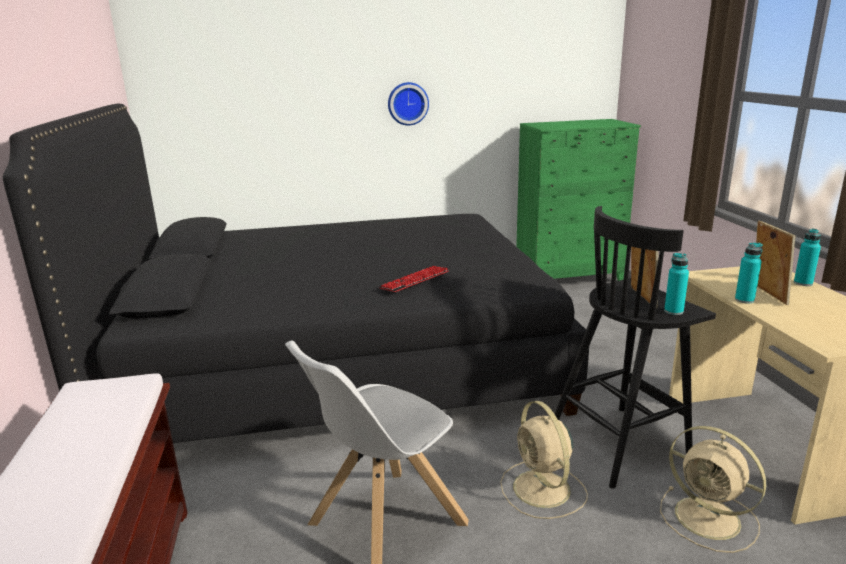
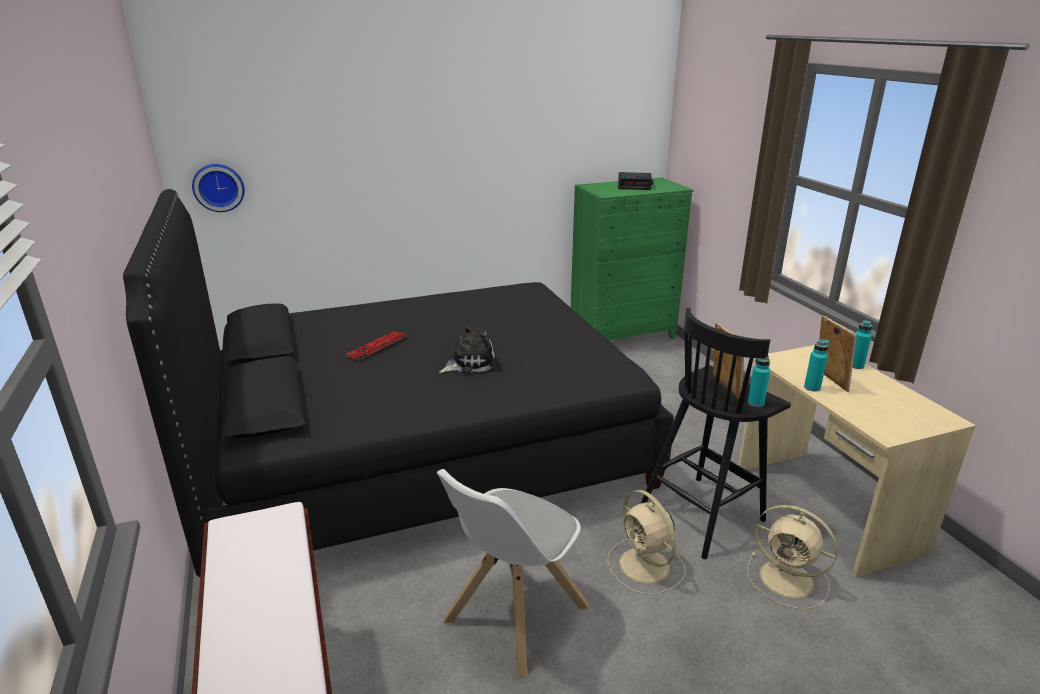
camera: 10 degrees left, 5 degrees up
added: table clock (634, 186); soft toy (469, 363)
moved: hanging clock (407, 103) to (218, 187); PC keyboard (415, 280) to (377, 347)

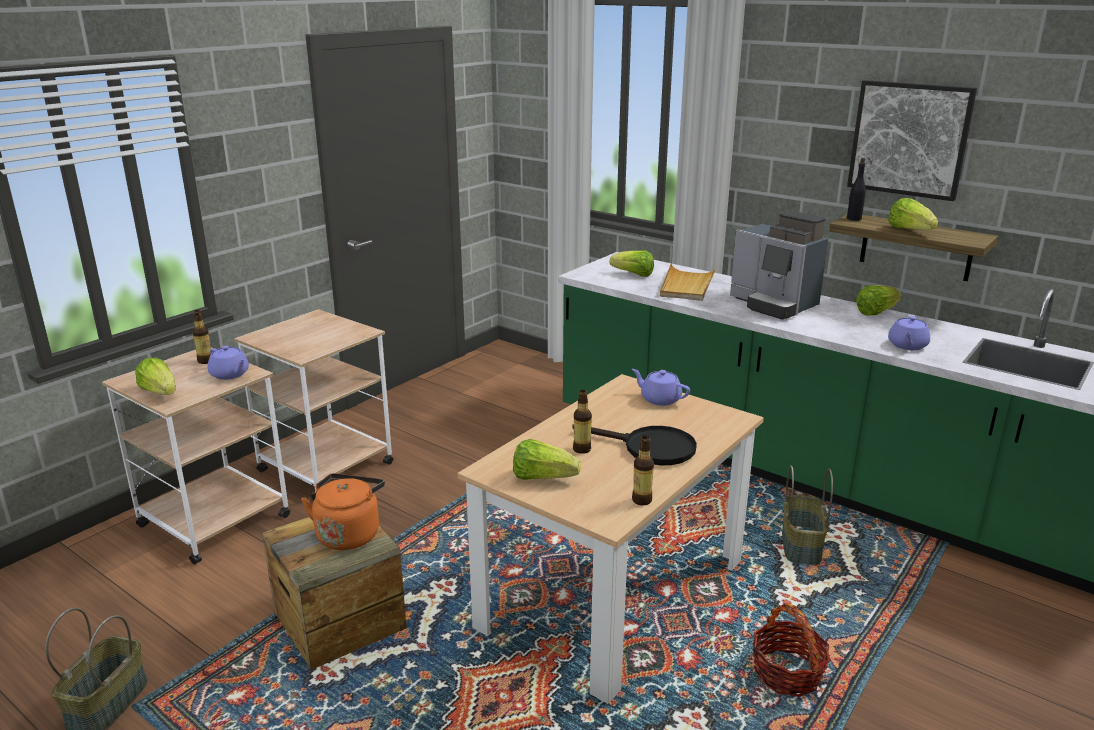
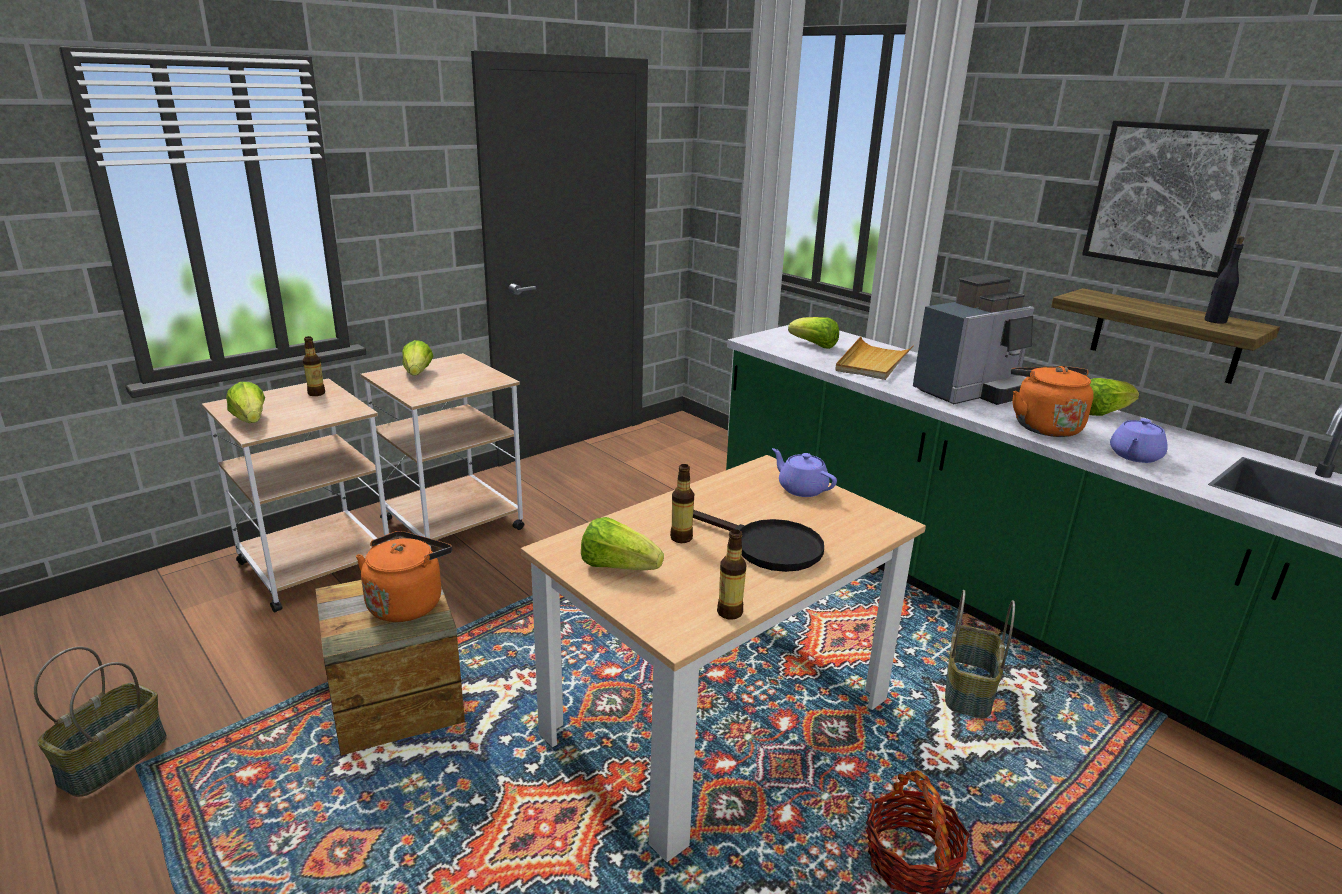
camera: 10 degrees right, 0 degrees up
removed: pot for tea (purple) (230, 374)
added: kettle (orangey) (1043, 426)
moved: drink bottle (black-coloured) (853, 219) to (1215, 321); lettuce (910, 230) to (418, 374)
turned: coffee machine (774, 304) = (972, 392) 90 degrees counterclockwise

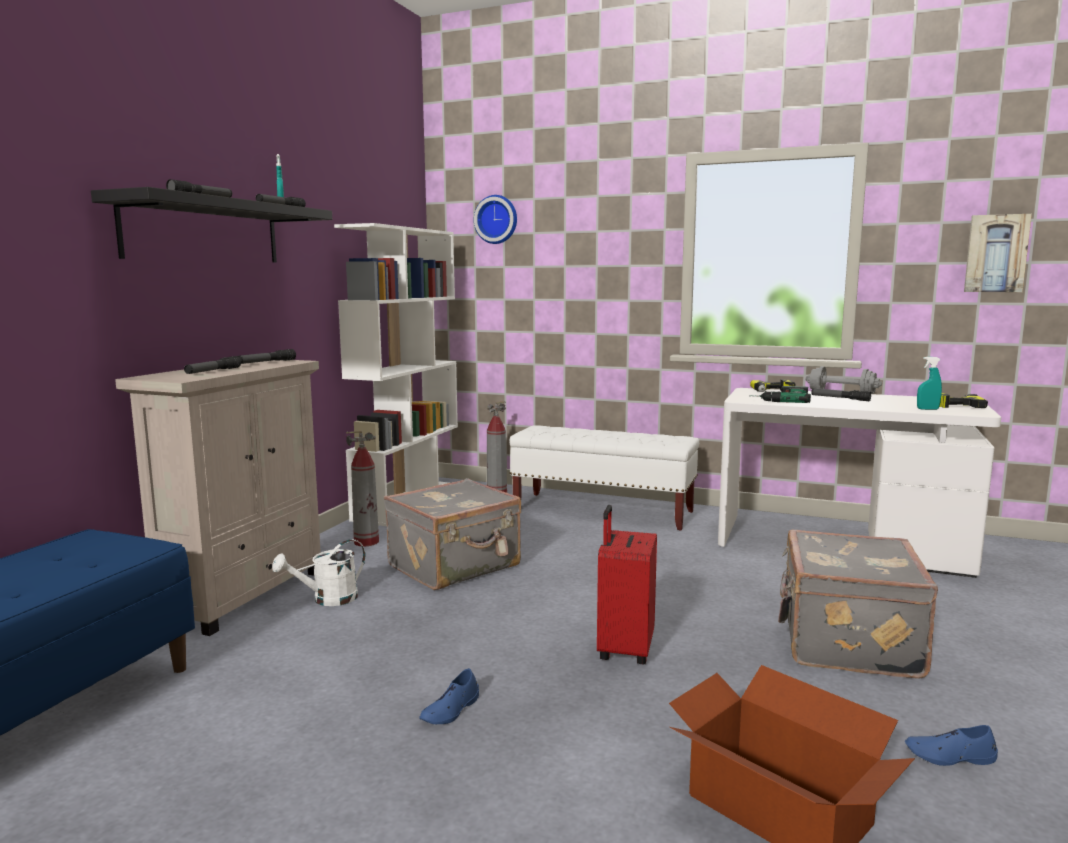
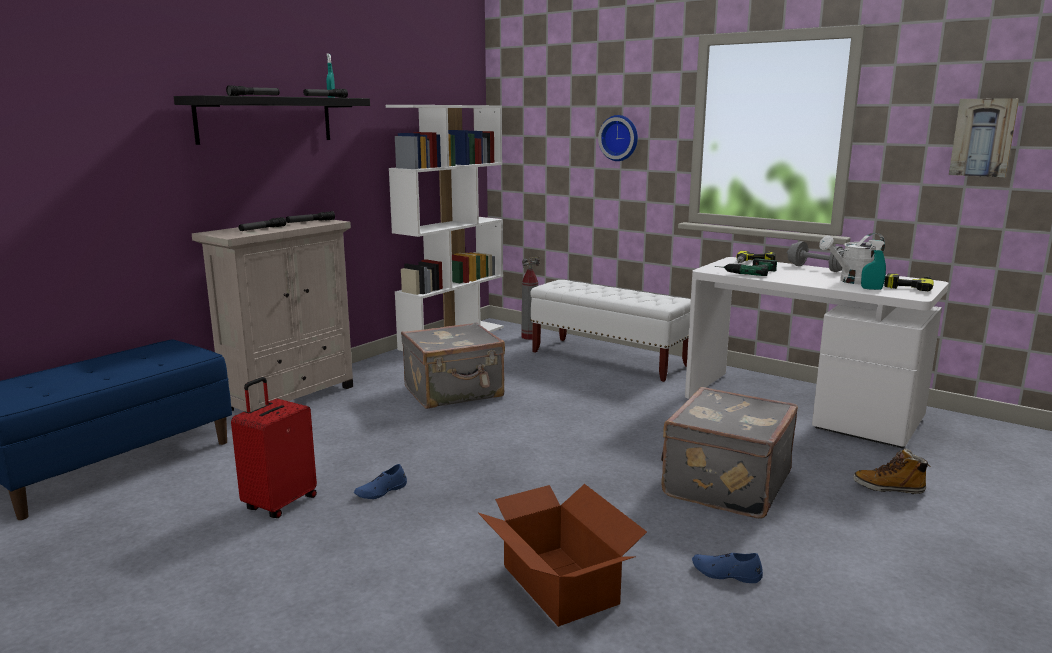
camera: 15 degrees right, 5 degrees up
removed: hand torch (840, 398); extinguisher (366, 542)
added: high-top boot (888, 488)
moved: hanging clock (497, 219) to (619, 138); piece of luggage (red-coloured) (624, 649) to (279, 503); sprinkling can (white-coloured) (327, 600) to (852, 281)

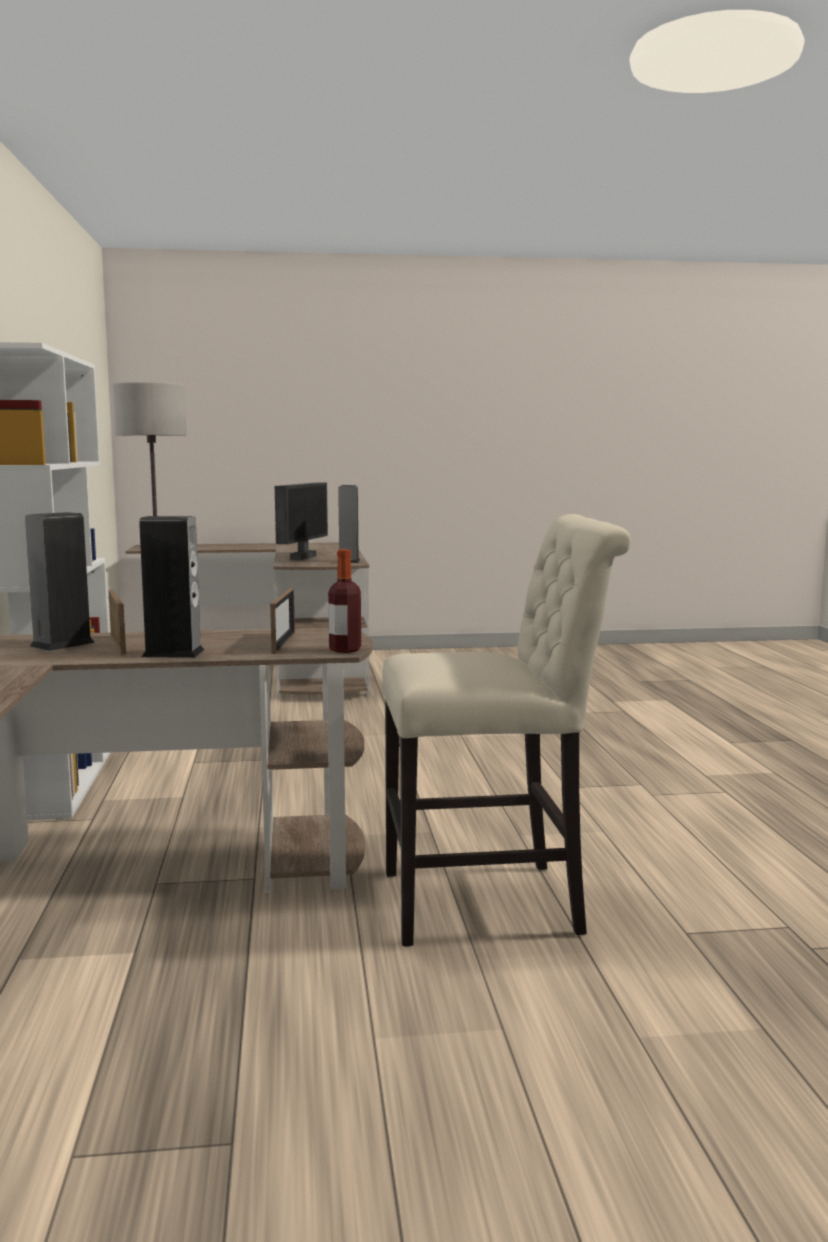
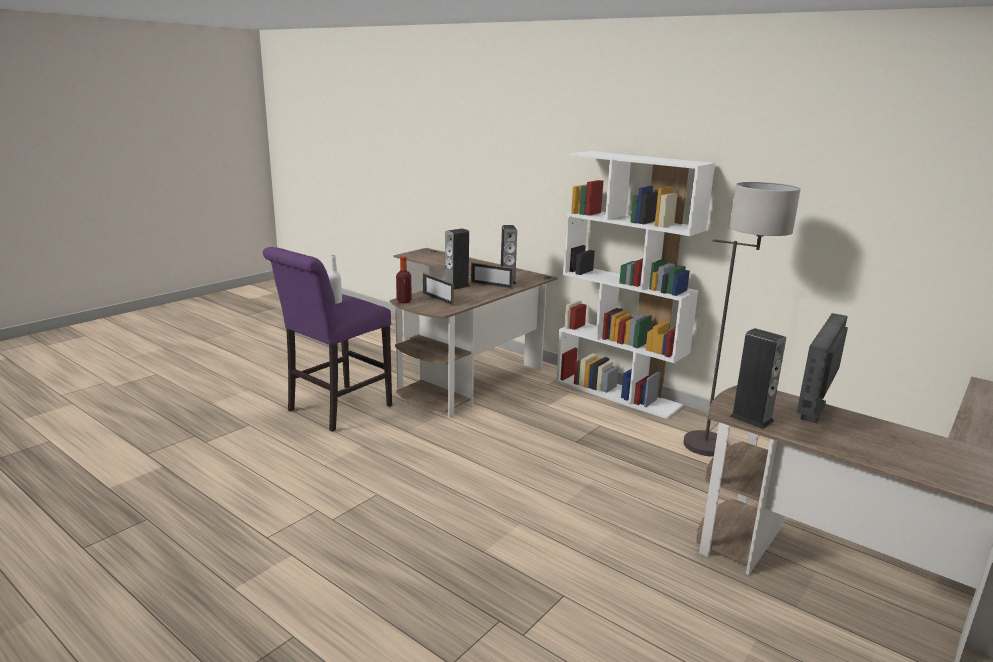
camera: 135 degrees right, 10 degrees up
added: drink bottle (white-coloured) (335, 302)
recoloured: stool (sand-coloured) (494, 903) to stool (purple) (335, 410)
turned: monitor (301, 557) = (814, 413) 60 degrees clockwise

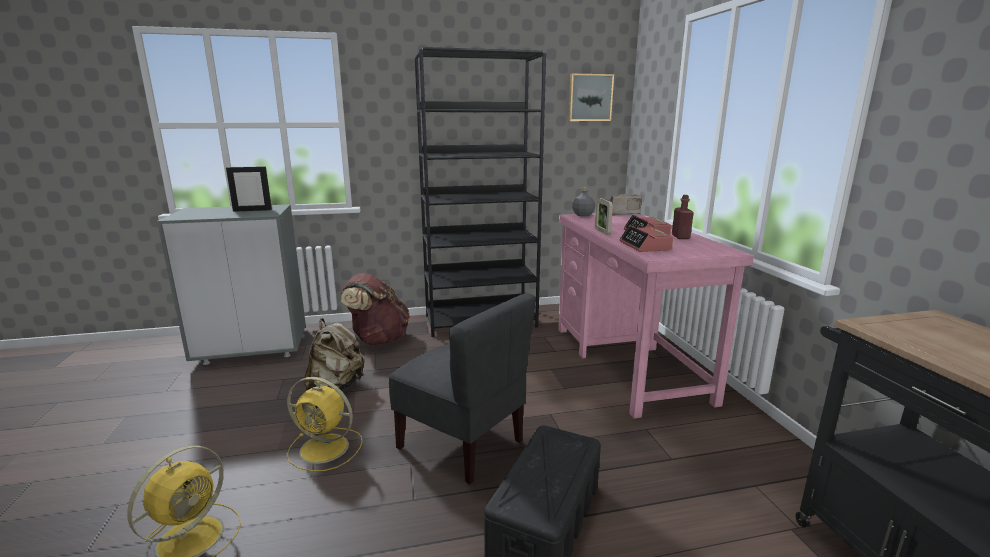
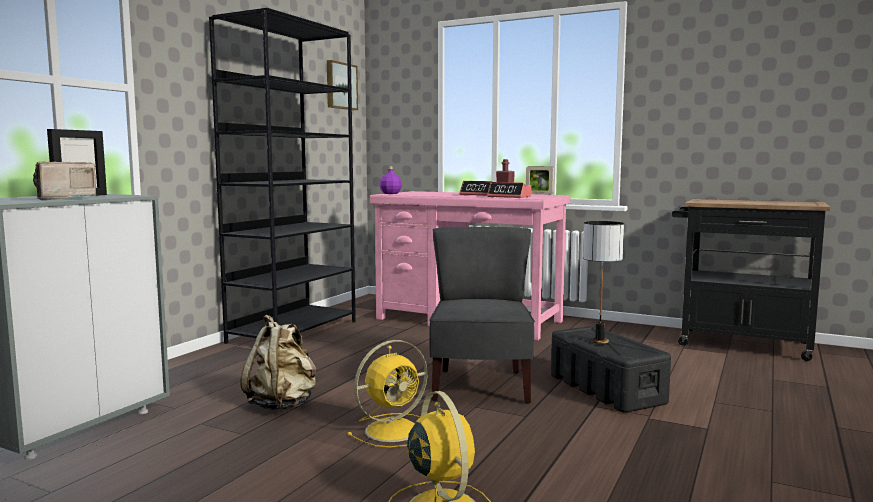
camera: 50 degrees left, 10 degrees down
removed: rucksack (brown-coloured) (378, 339)
added: table lamp (599, 341)
moved: radio receiver (622, 214) to (62, 198); photo frame (602, 232) to (539, 194)
recoloured: drink bottle (gray) (583, 215) to drink bottle (purple) (390, 193)
turned: chair (gray) (462, 444) = (480, 386) 75 degrees counterclockwise

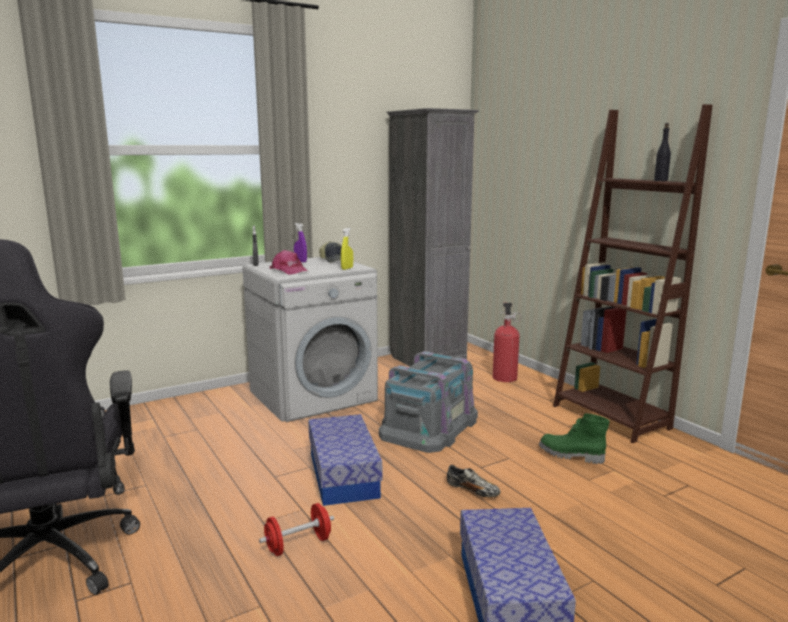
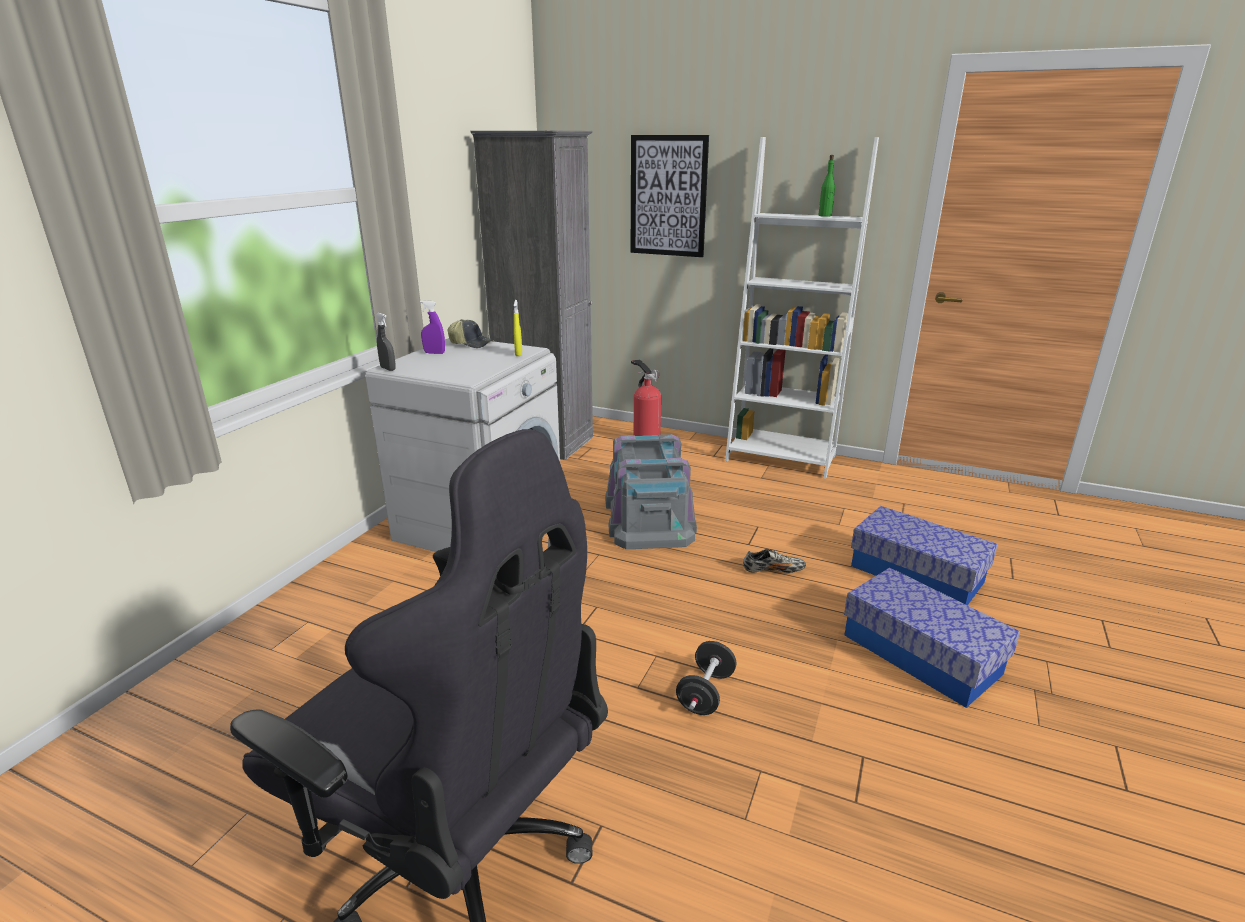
camera: 35 degrees left, 10 degrees up
removed: peaked cap (pinkish) (289, 270); high-top boot (green-coloured) (571, 455)
added: wall art (668, 196)
moved: storage bin (343, 475) to (916, 574)
recoloured: shelving unit (brown-coloured) (611, 417) to shelving unit (white-coloured) (780, 458); drink bottle (black-coloured) (660, 180) to drink bottle (green-coloured) (825, 216); hand weight (red-coloured) (298, 545) to hand weight (black-coloured) (705, 693)

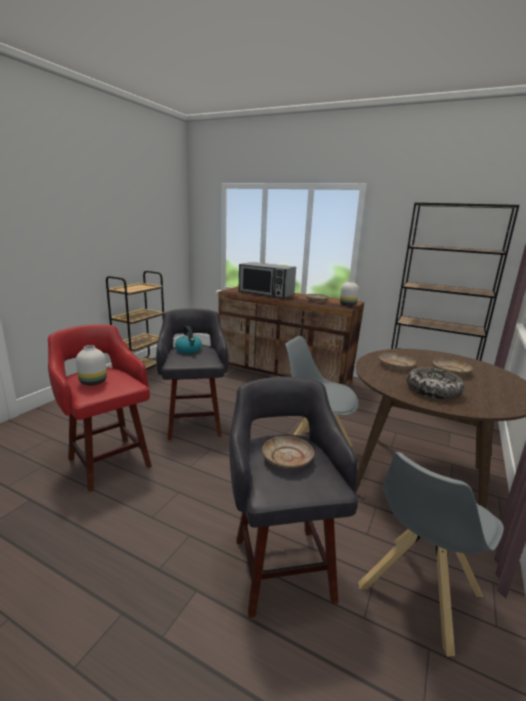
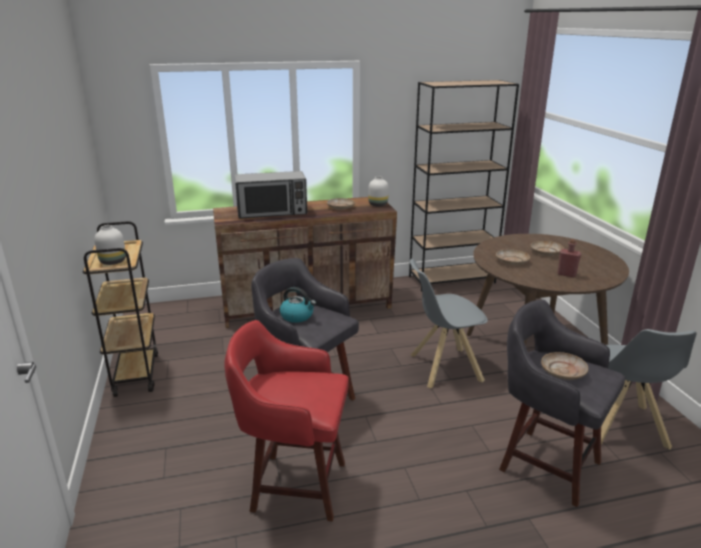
camera: 40 degrees left, 5 degrees up
moved: flower vase (white-coloured) (92, 382) to (112, 262)
replaced: bowl (432, 390) to drink bottle (red-coloured) (566, 274)

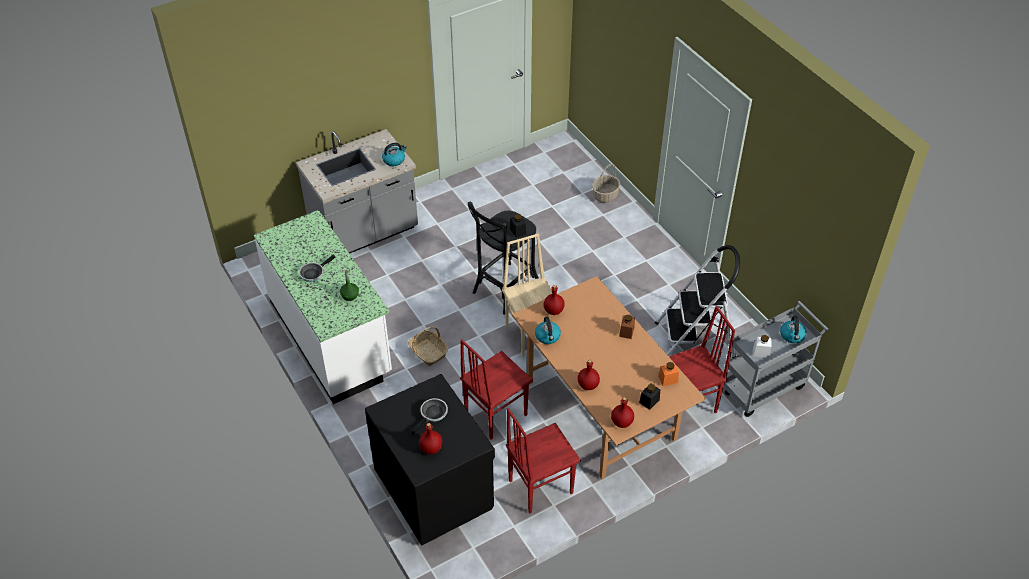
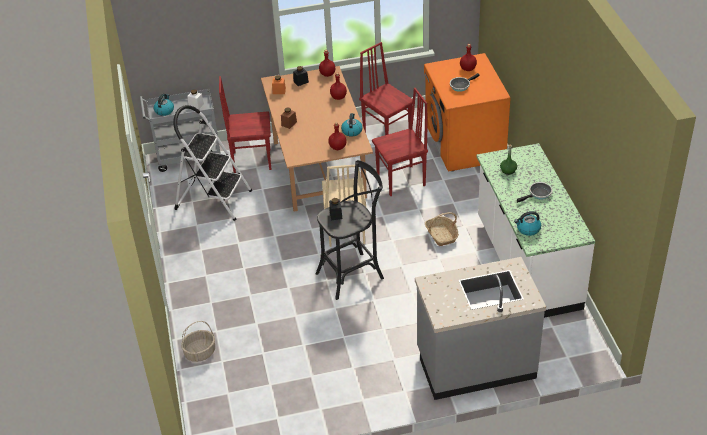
camera: 160 degrees left, 5 degrees down
moved: kettle (394, 160) to (528, 229)
recoloured: washing machine (black-coloured) (434, 488) to washing machine (orangey) (463, 145)
turned: chair (red-coloured) (539, 486) = (387, 134) 120 degrees counterclockwise

